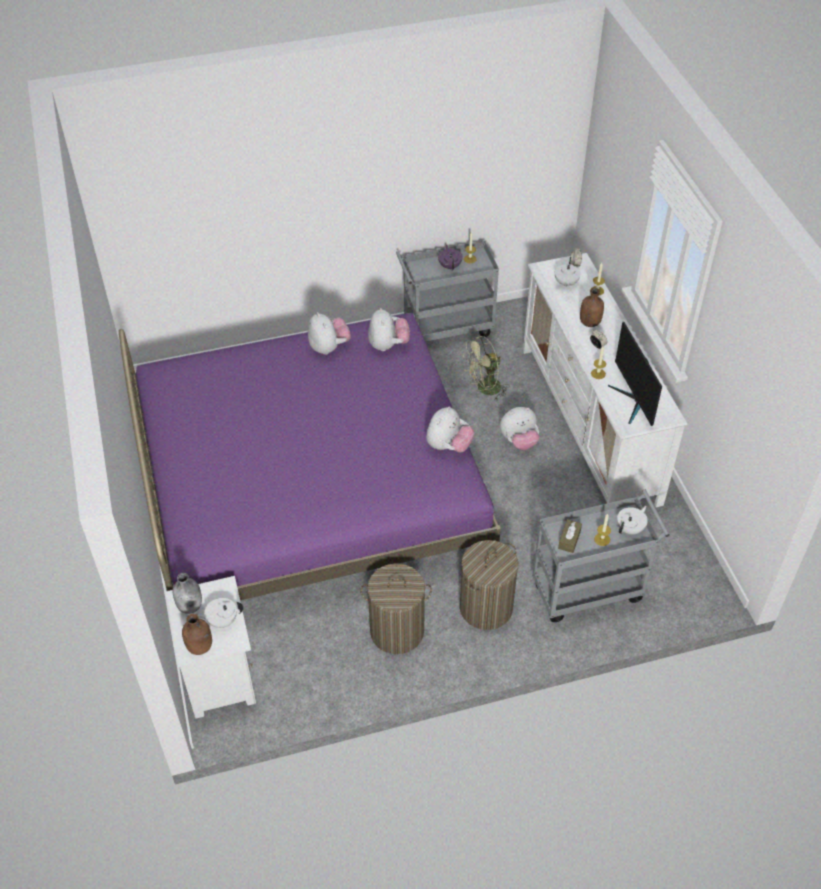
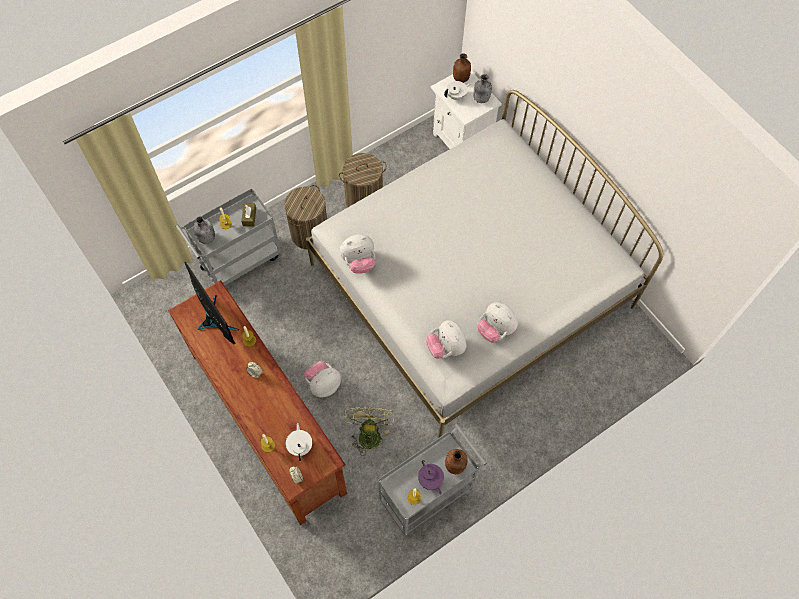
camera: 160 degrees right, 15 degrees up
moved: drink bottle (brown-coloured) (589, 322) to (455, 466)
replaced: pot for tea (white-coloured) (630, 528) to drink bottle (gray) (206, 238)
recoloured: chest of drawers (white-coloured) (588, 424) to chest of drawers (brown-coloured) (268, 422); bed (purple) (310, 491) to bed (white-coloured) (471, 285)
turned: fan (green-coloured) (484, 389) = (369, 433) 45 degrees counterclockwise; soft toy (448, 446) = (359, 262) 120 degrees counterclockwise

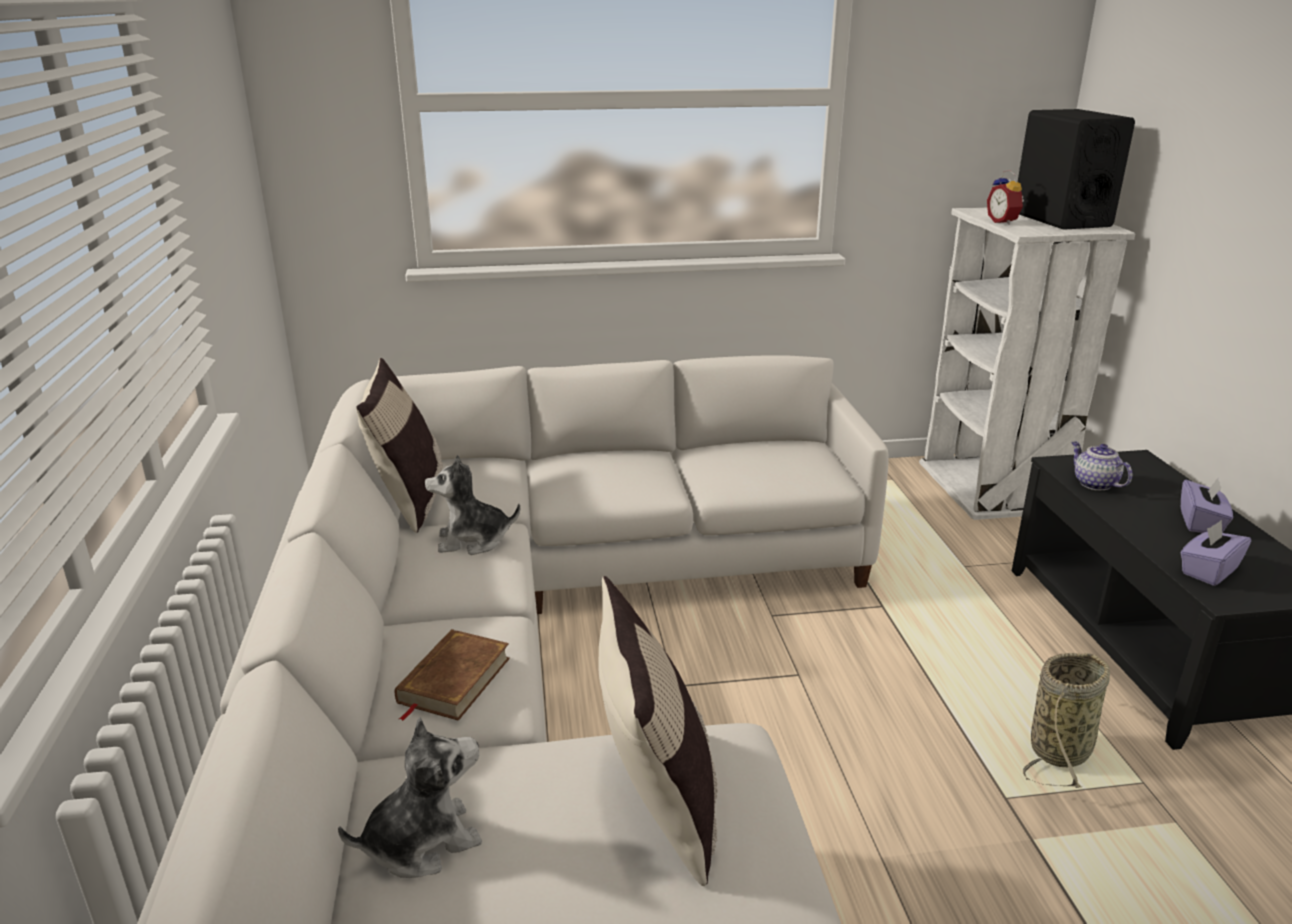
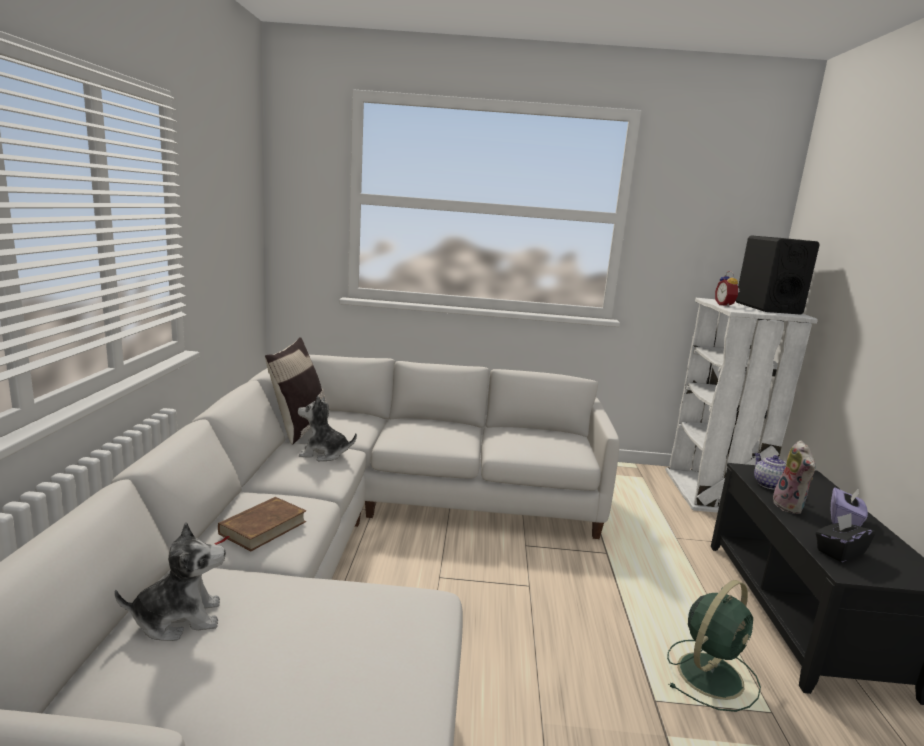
camera: 10 degrees right, 10 degrees down
removed: pillow (656, 802)
added: soft toy (790, 506)
replaced: household basket (1061, 748) to fan (green-coloured) (711, 674)
recoloured: box of tissues (purple) (1208, 571) to box of tissues (black-coloured) (839, 552)

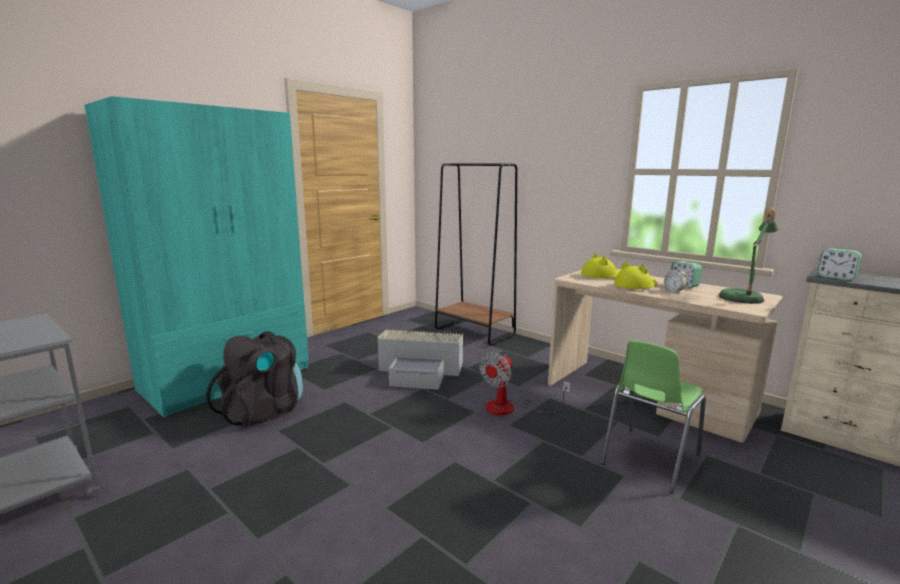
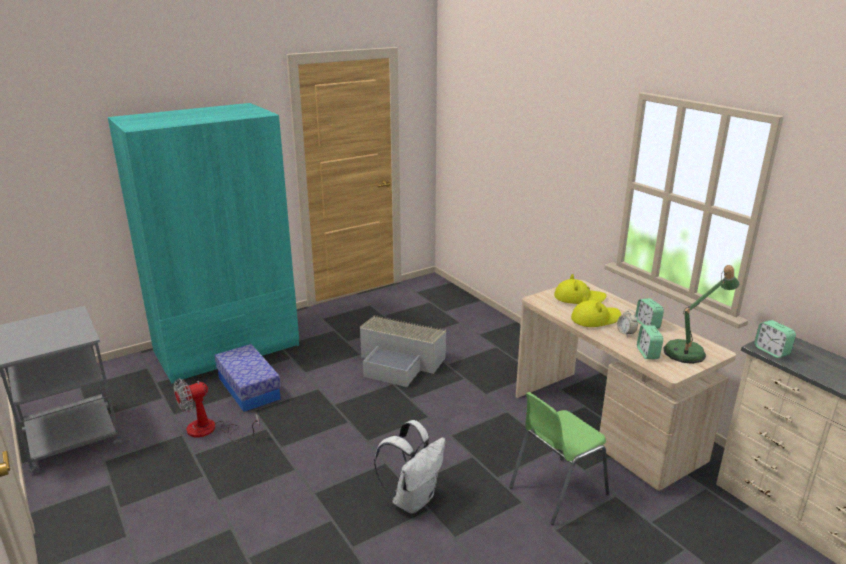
camera: 15 degrees right, 10 degrees up
removed: clothes rack (474, 332)
added: table clock (647, 353); rucksack (white-coloured) (413, 499)
moved: fan (511, 408) to (210, 430)
replaced: rucksack (black-coloured) (263, 411) to storage bin (249, 388)

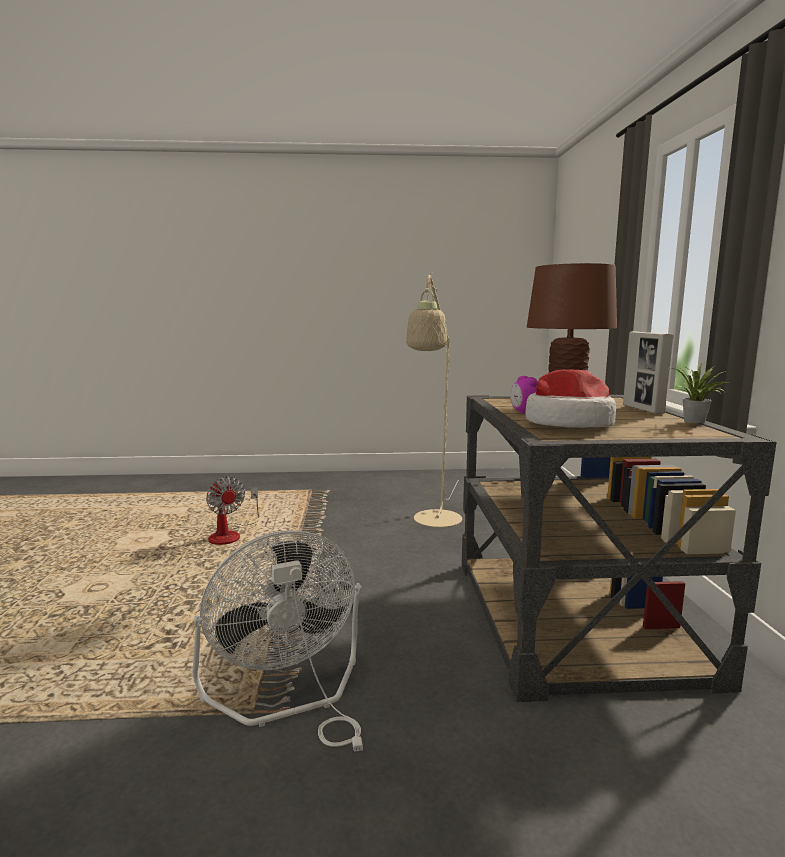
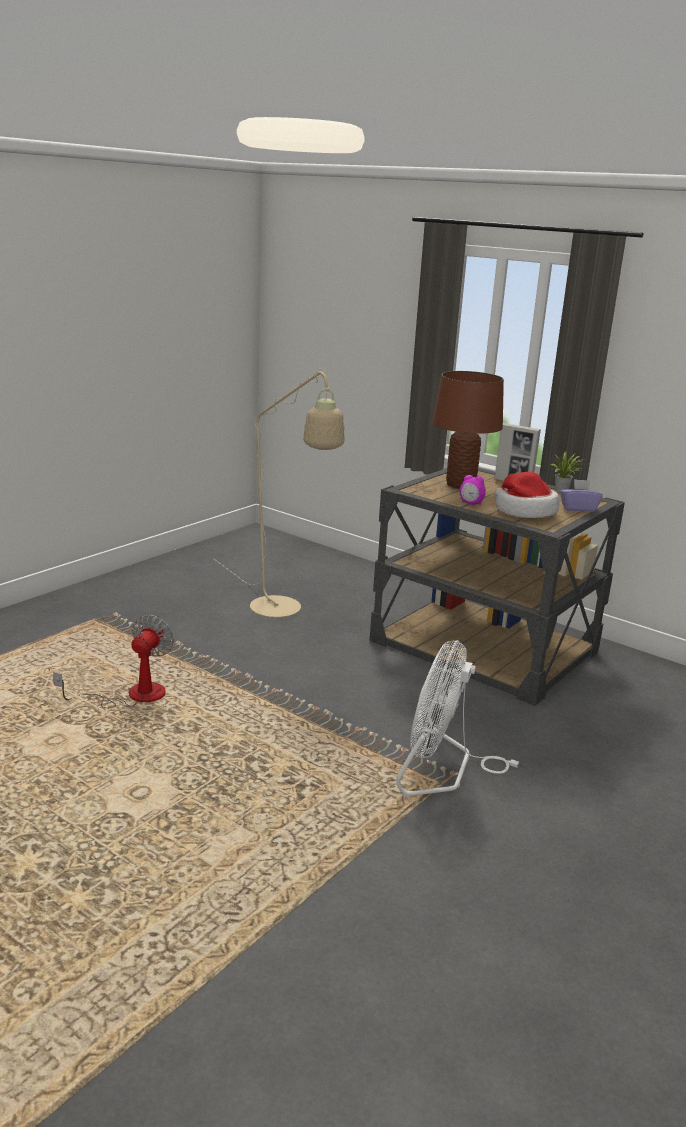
camera: 50 degrees left, 10 degrees up
added: box of tissues (purple) (578, 508)
turned: fan (230, 534) = (132, 696) 75 degrees counterclockwise

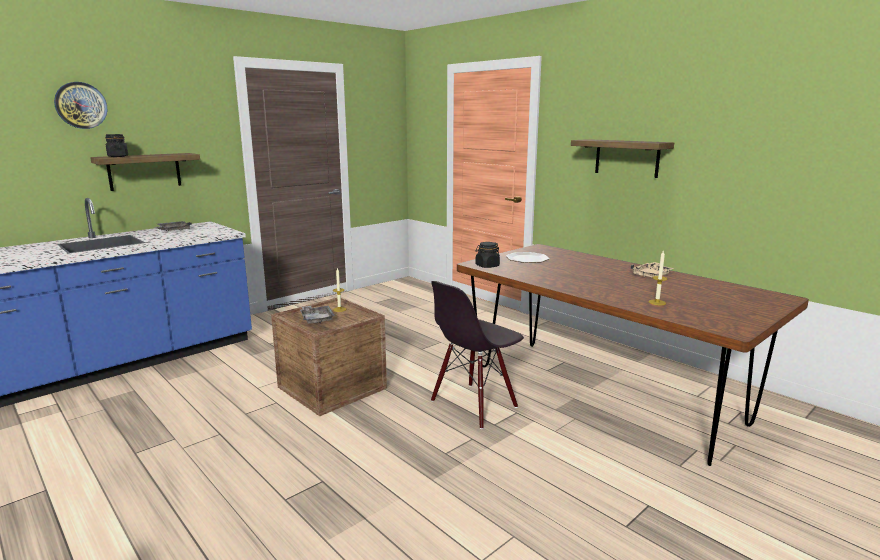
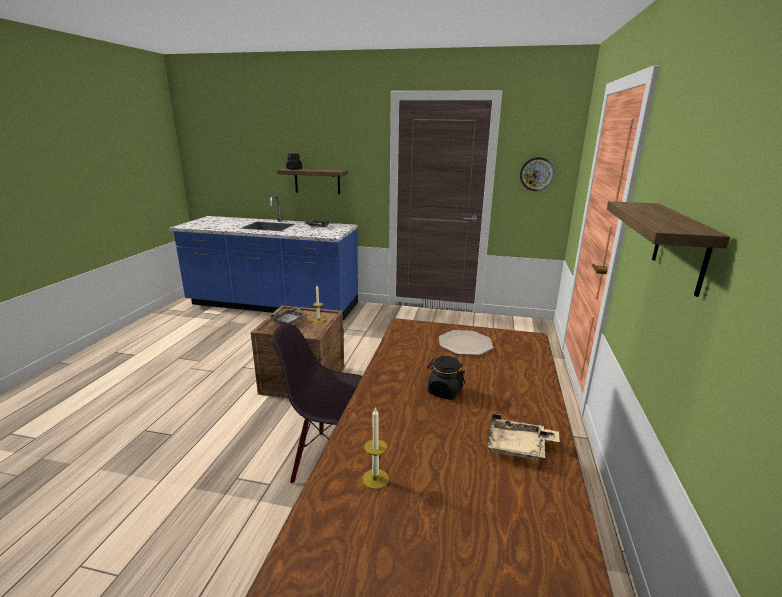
camera: 55 degrees right, 5 degrees up
moved: hanging clock (81, 105) to (536, 174); storage jar (black-coloured) (487, 266) to (444, 391)

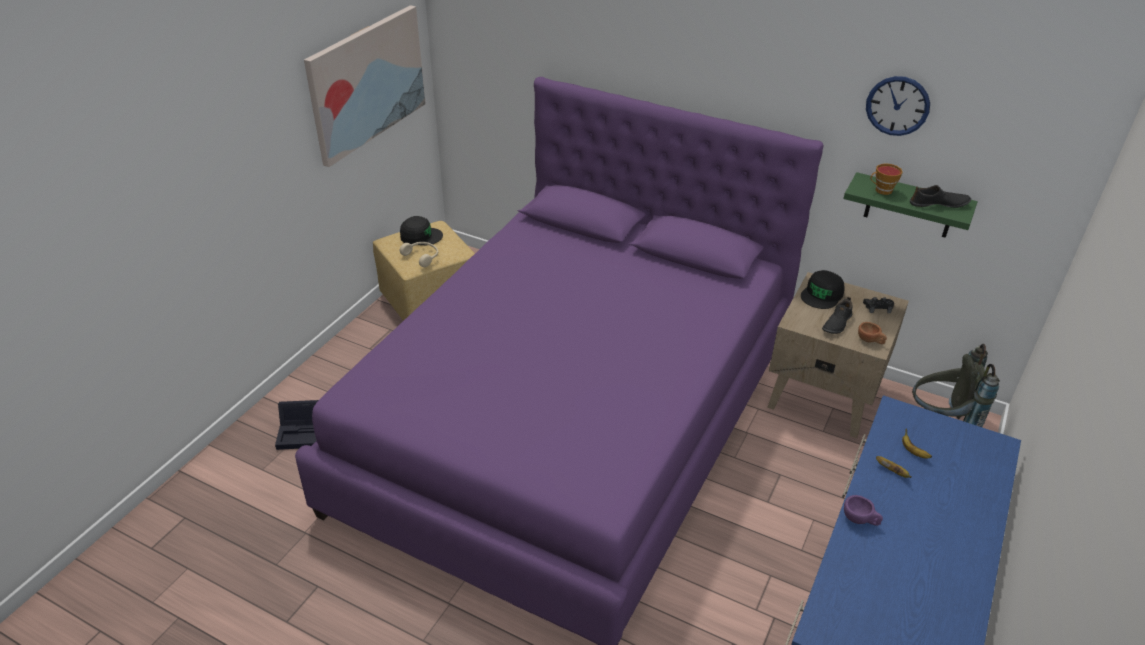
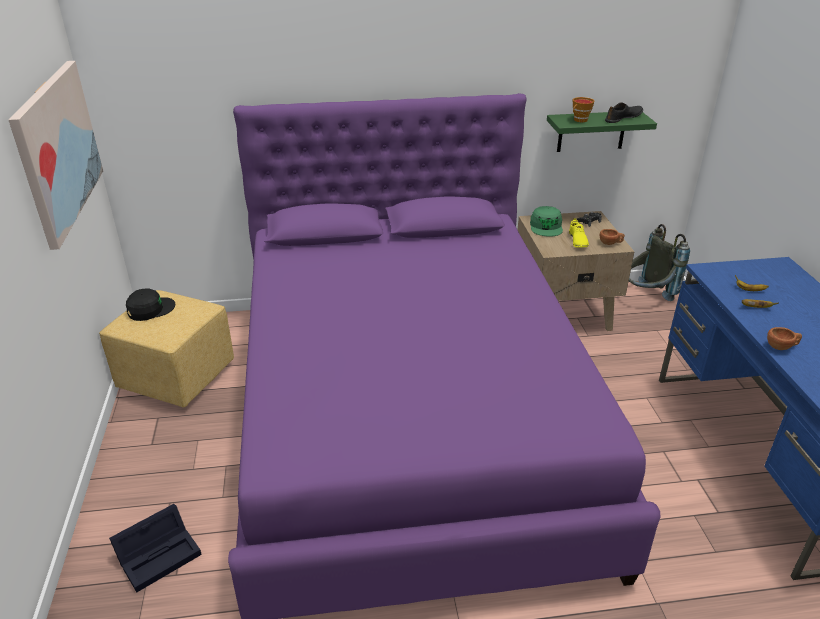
camera: 35 degrees left, 5 degrees down
removed: hanging clock (897, 106); headphones (sand-coloured) (422, 257)
recoloured: peaked cap (black-coloured) (822, 295) to peaked cap (green-coloured) (546, 227); shoe (black-coloured) (836, 323) to shoe (yellow) (577, 241); small cup (purple) (860, 520) to small cup (brown-coloured) (782, 347)

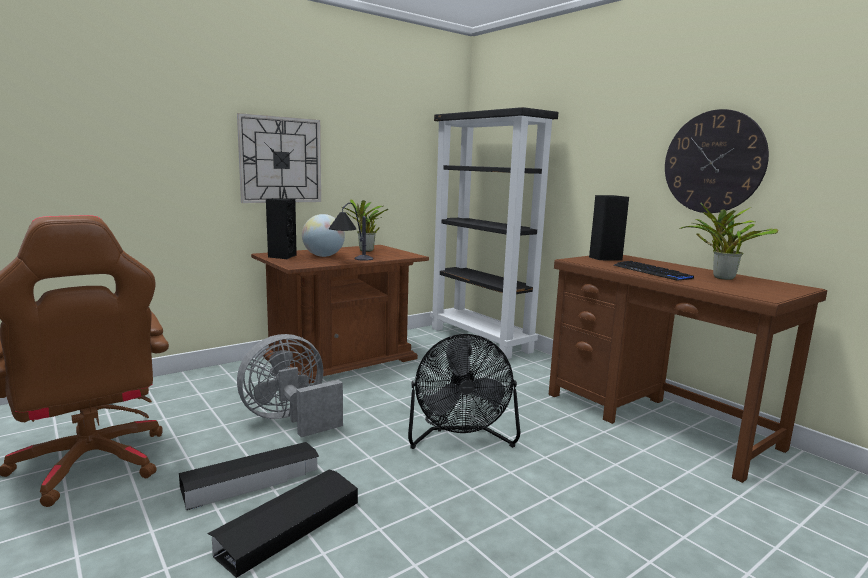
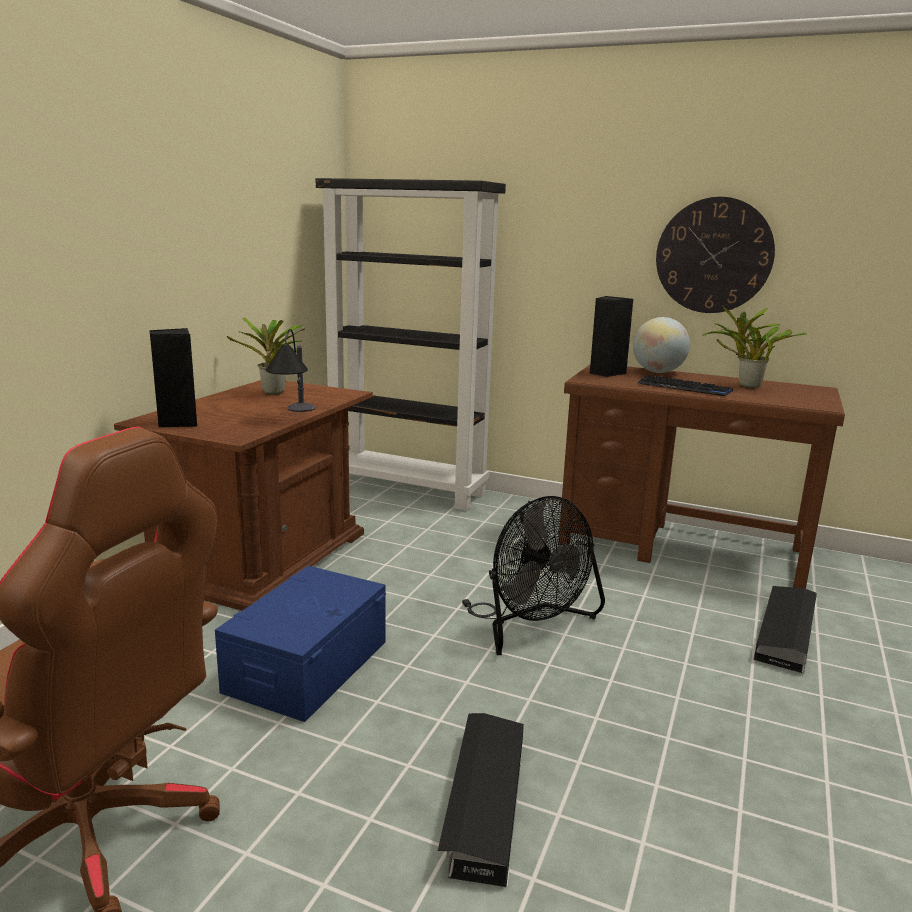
camera: 30 degrees left, 5 degrees up
removed: hanging clock (280, 160)
moved: globe (323, 256) to (658, 372); storage bin (black-coloured) (252, 480) to (785, 633)
replaced: fan (gray) (290, 420) to storage bin (blue-coloured) (307, 666)

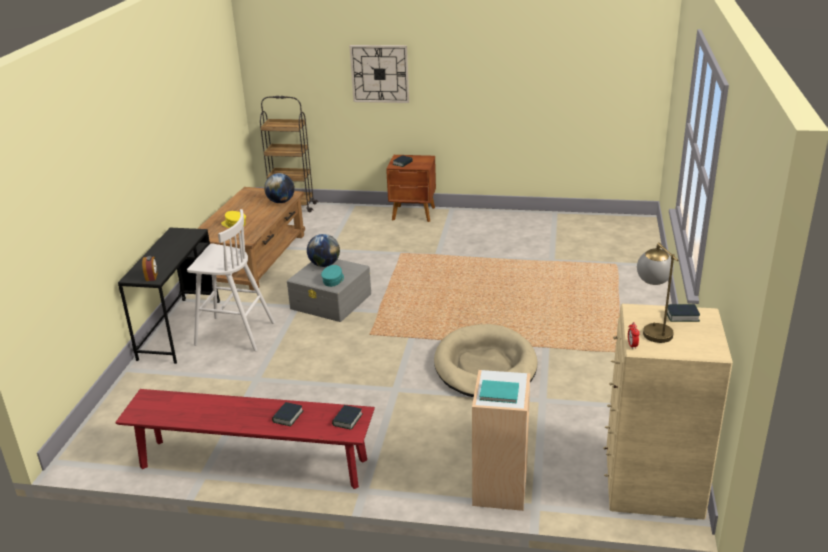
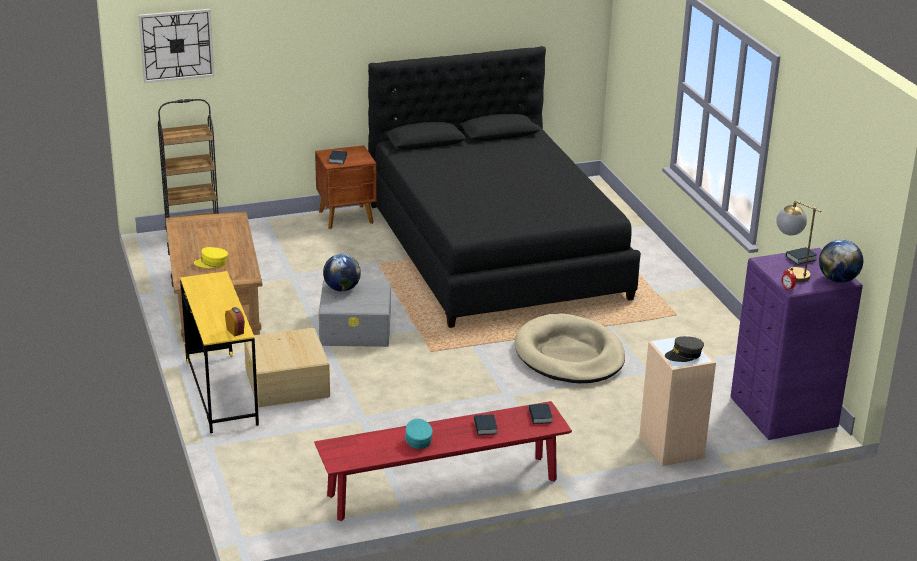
camera: 30 degrees left, 0 degrees up
added: bed (black-coloured) (495, 250)
moved: hanging clock (379, 73) to (176, 45); globe (281, 202) to (838, 279); peaked cap (turquoise) (333, 280) to (418, 439)
replaced: stool (white-coloured) (233, 334) to storage bin (sand-coloured) (287, 383); bound book (turquoise) (500, 393) to peaked cap (gray) (684, 355)
recoloured: desk unit (black-coloured) (180, 329) to desk unit (yellow) (221, 392); chest of drawers (sand-coloured) (652, 484) to chest of drawers (purple) (783, 413)

